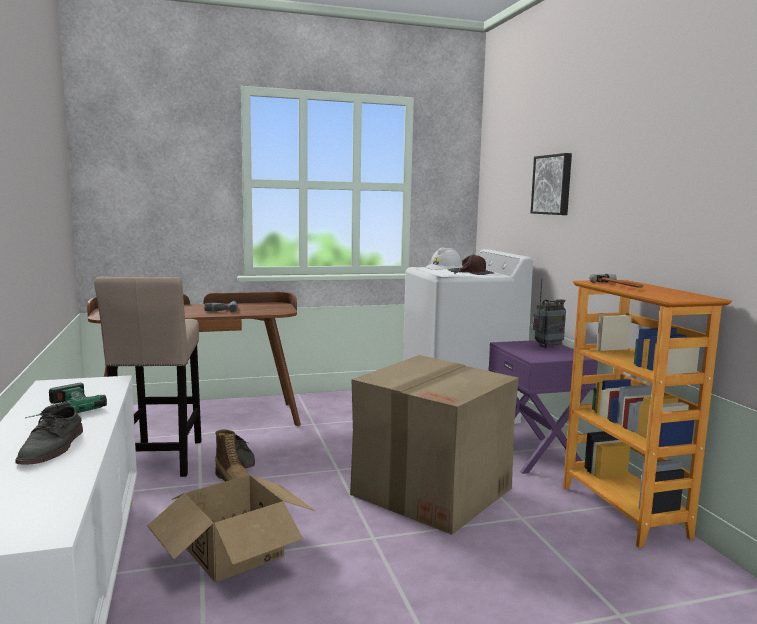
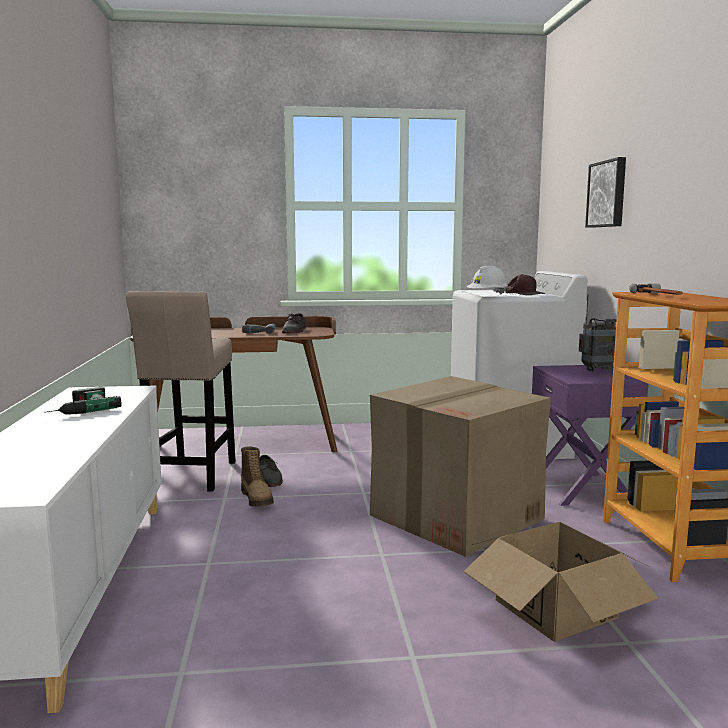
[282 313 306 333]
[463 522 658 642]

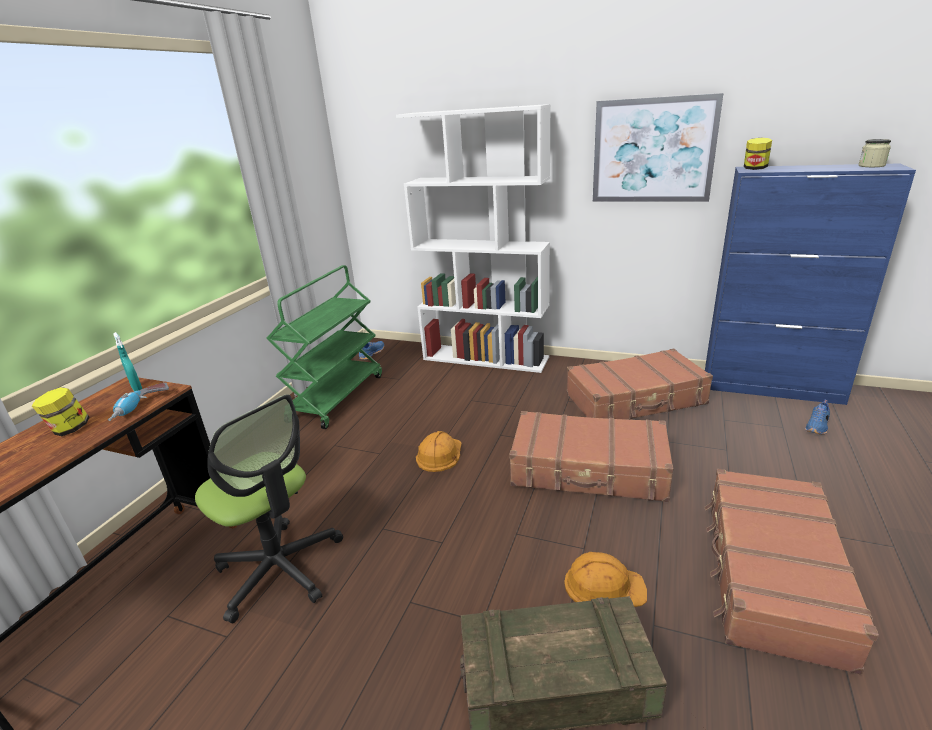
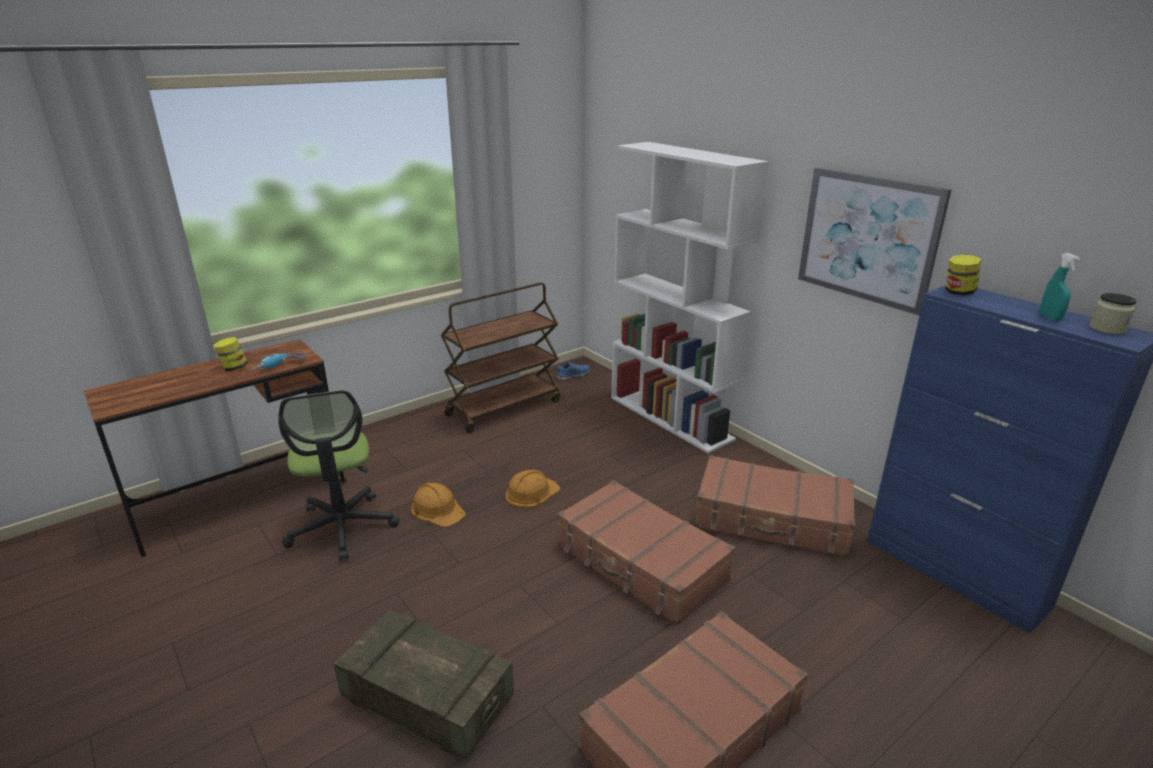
[441 283 560 433]
[1040 253 1080 321]
[805 400 830 435] (first image)
[411 483 466 527]

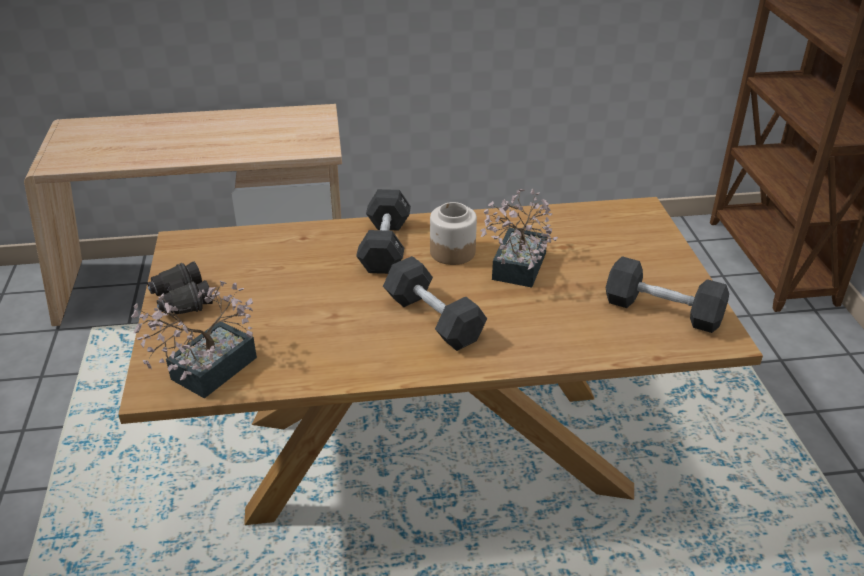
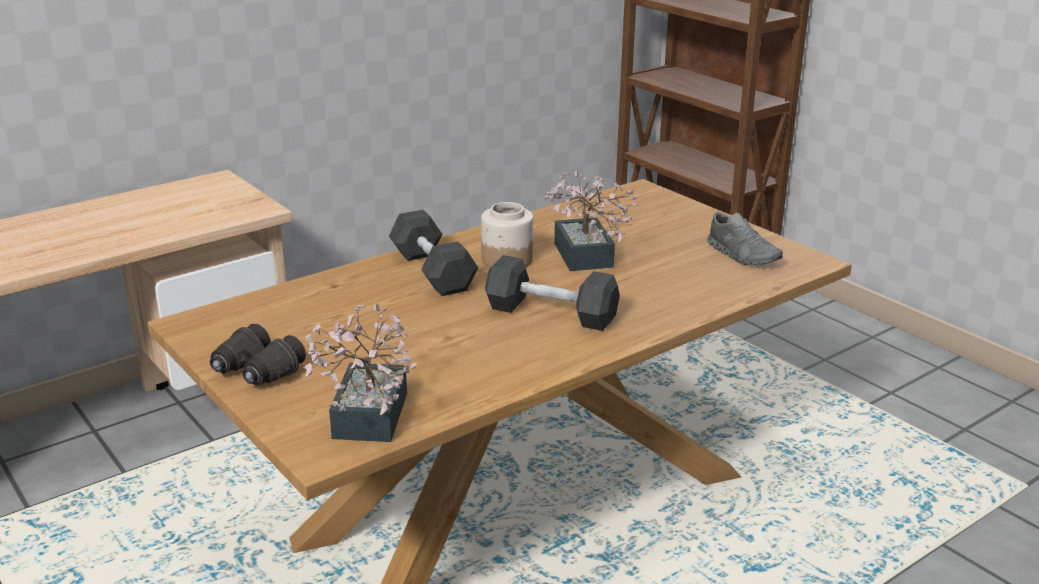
[707 212 783 266]

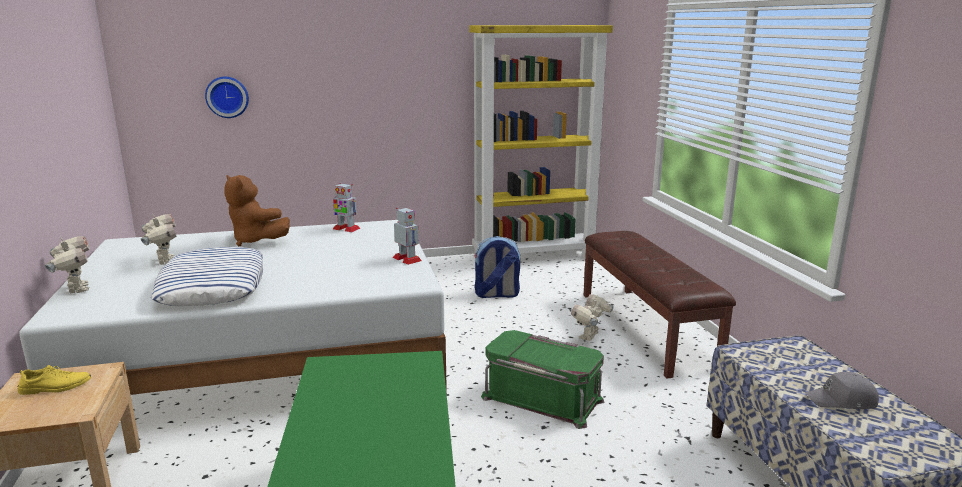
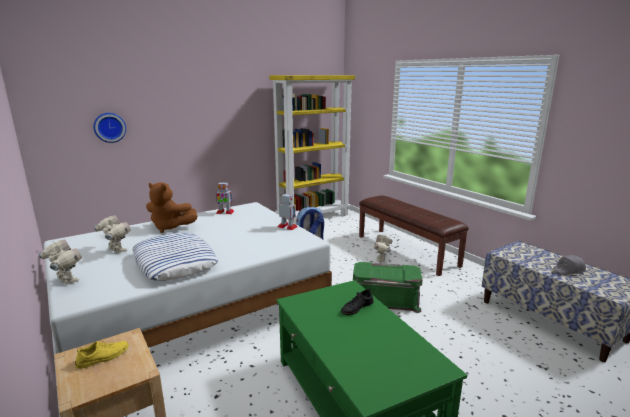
[341 289 374 315]

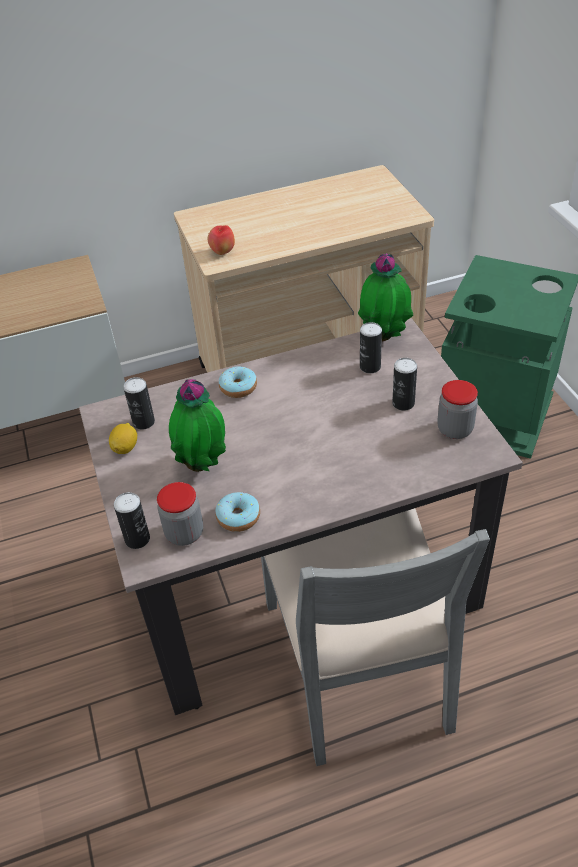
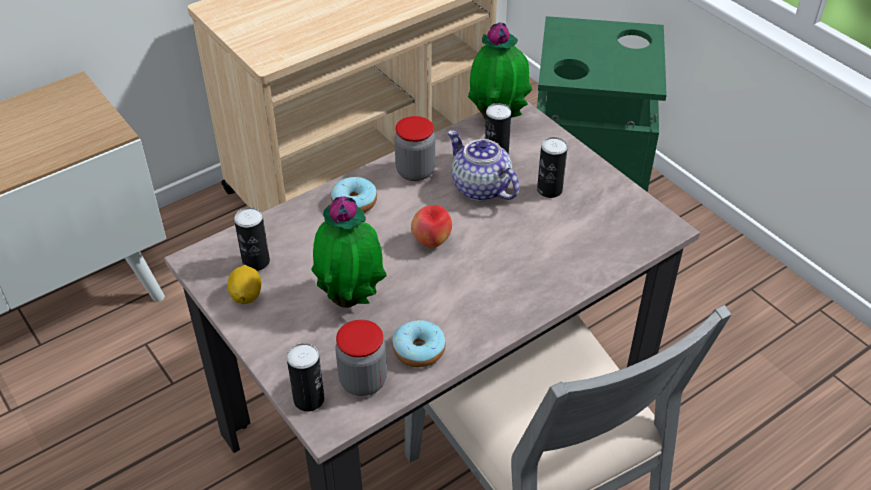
[411 205 452 249]
[395 116 435 181]
[448 130 519 201]

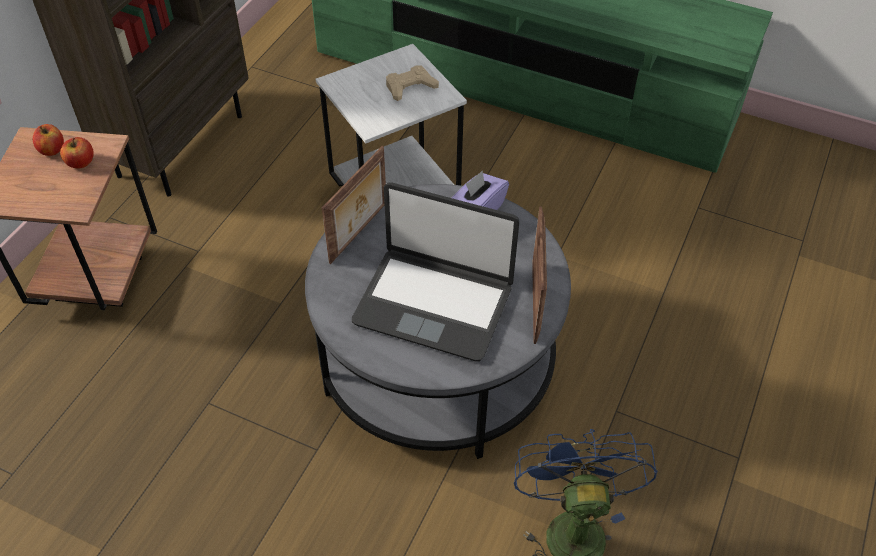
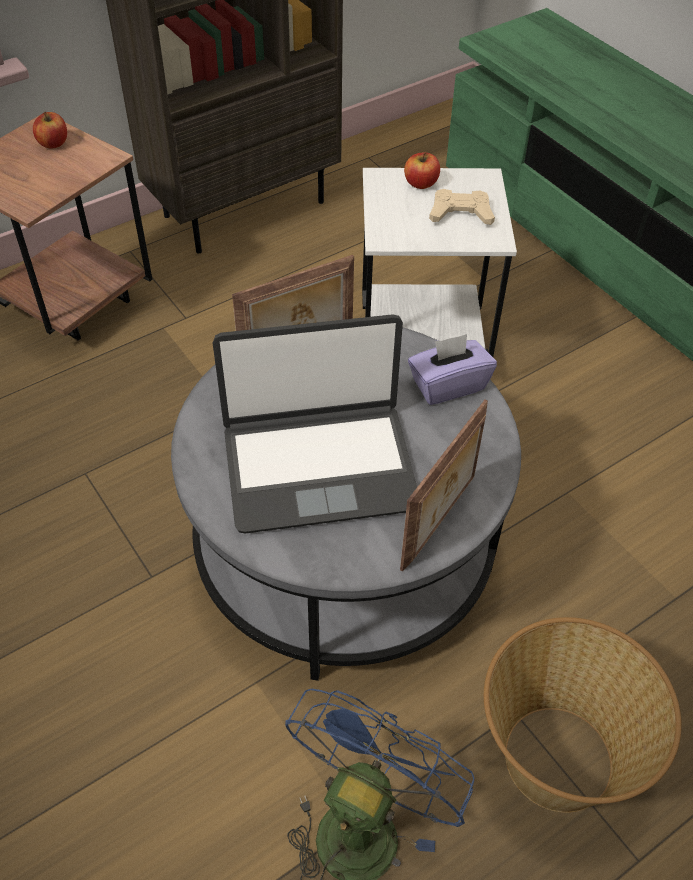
[404 152 440 189]
[213 314 417 534]
[484 617 681 813]

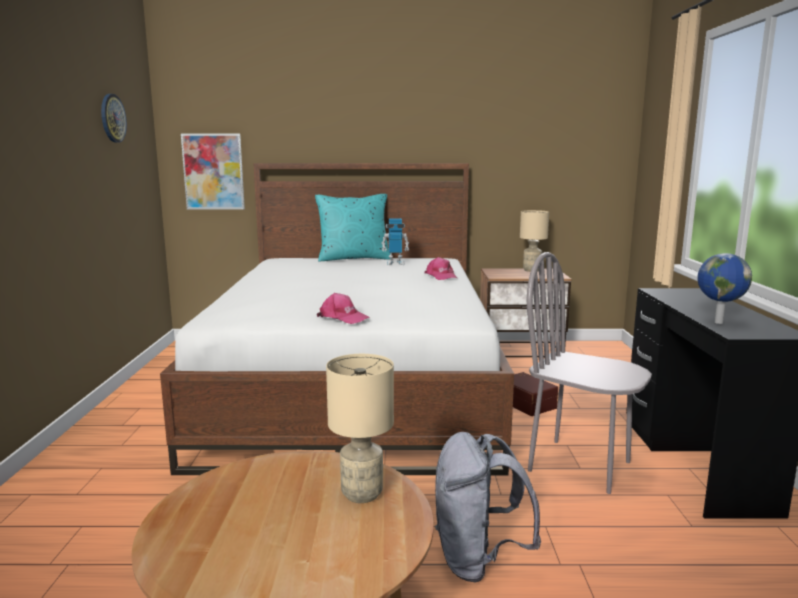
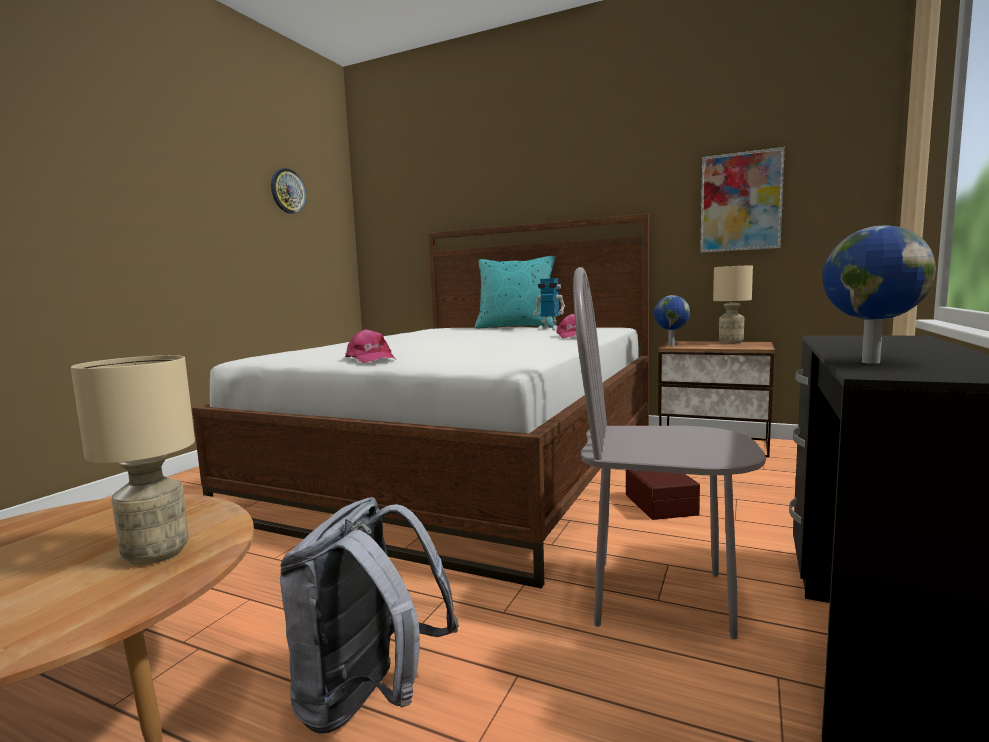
[700 147 785 253]
[573 267 766 639]
[654 295 690 347]

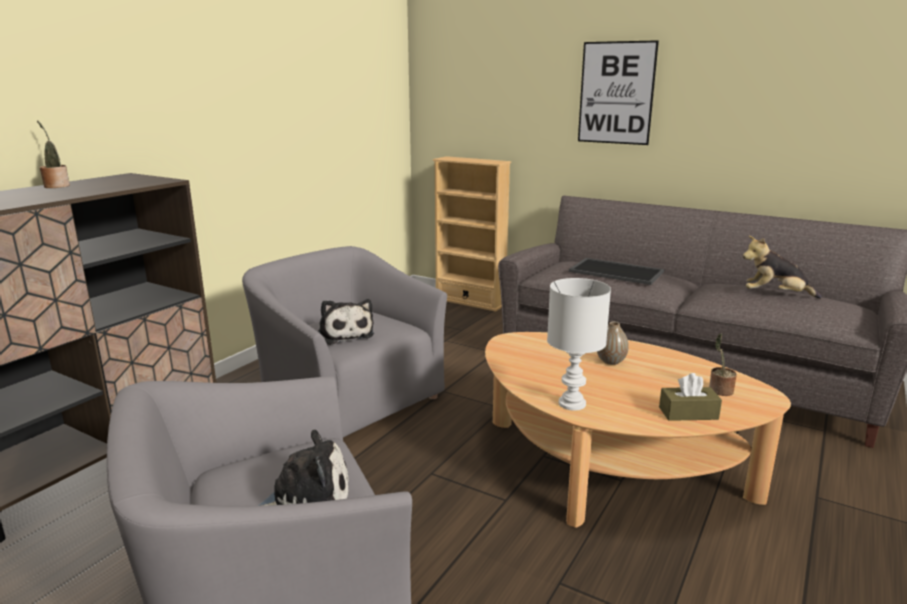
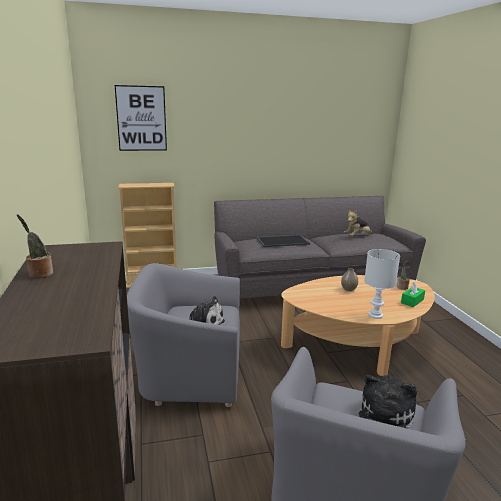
[115 85 167 151]
[401 282 425 307]

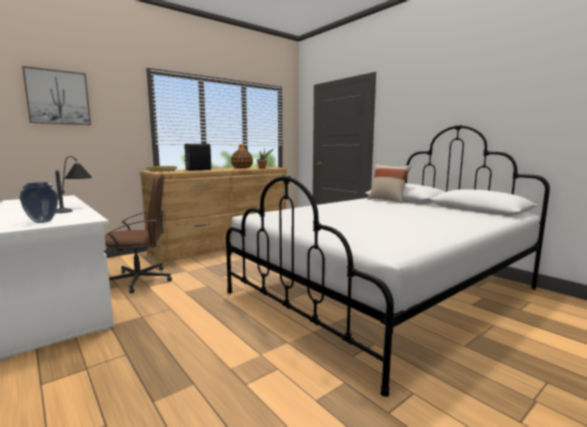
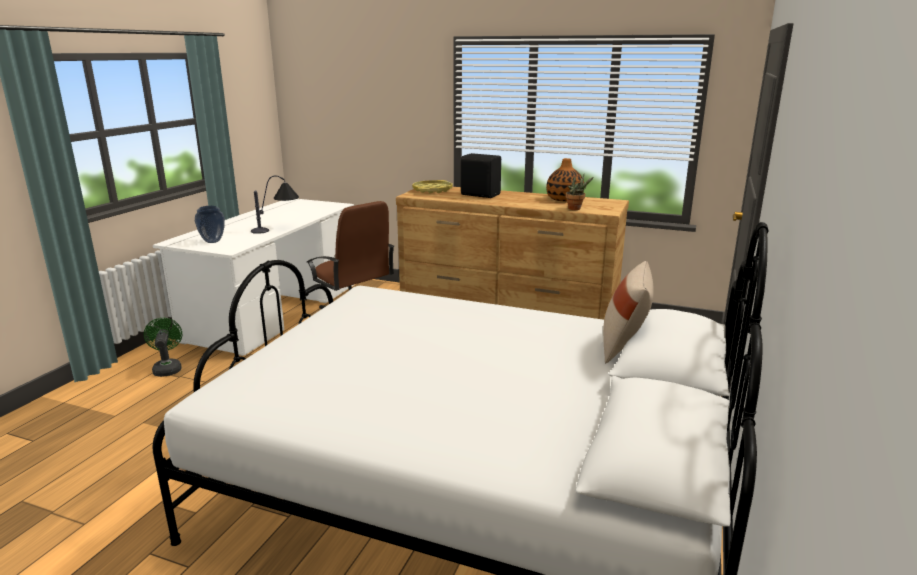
[22 66 91 125] (first image)
[144 318 182 377]

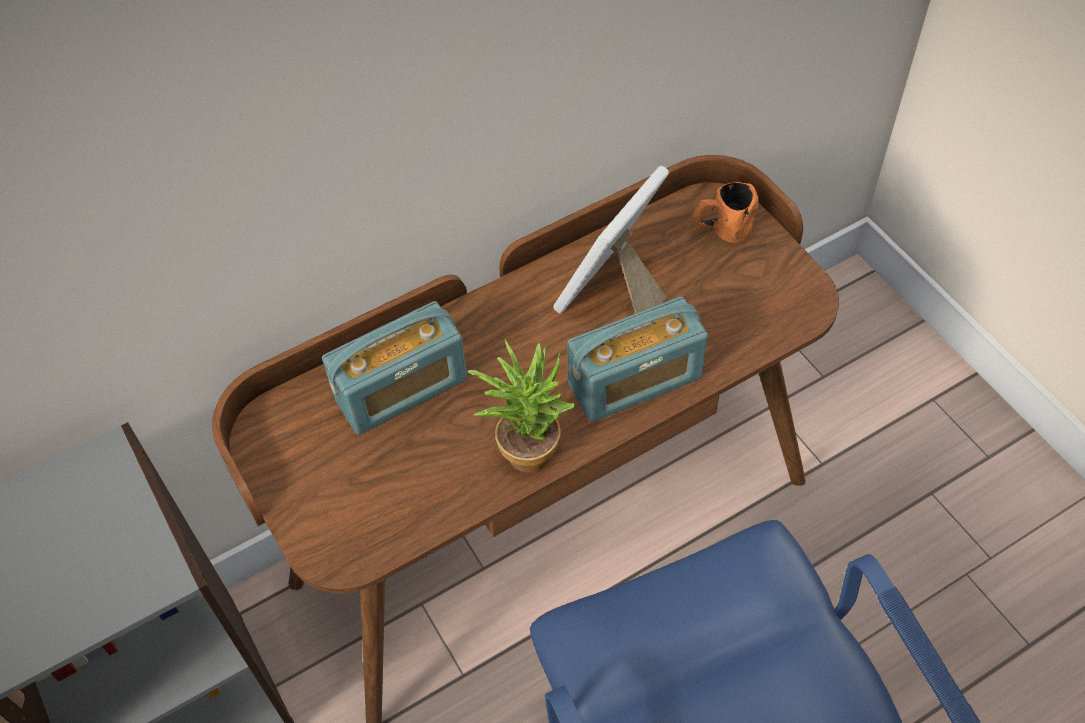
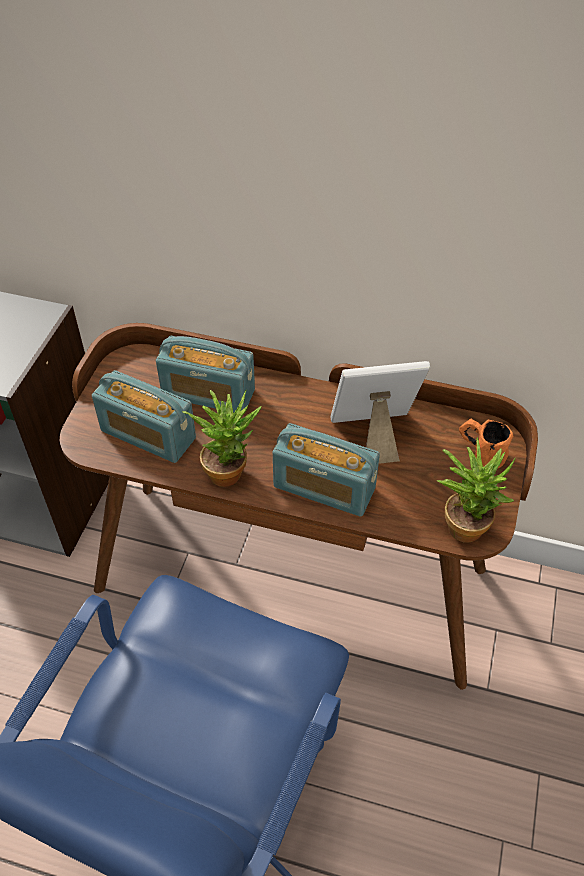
[92 370 196 463]
[437 437 516 543]

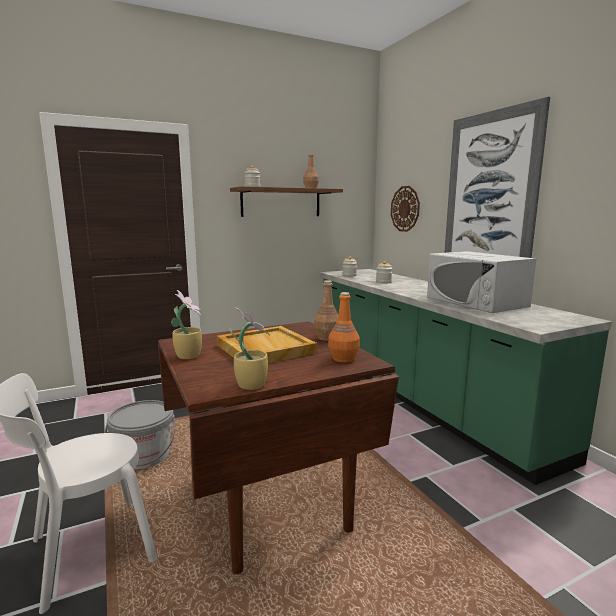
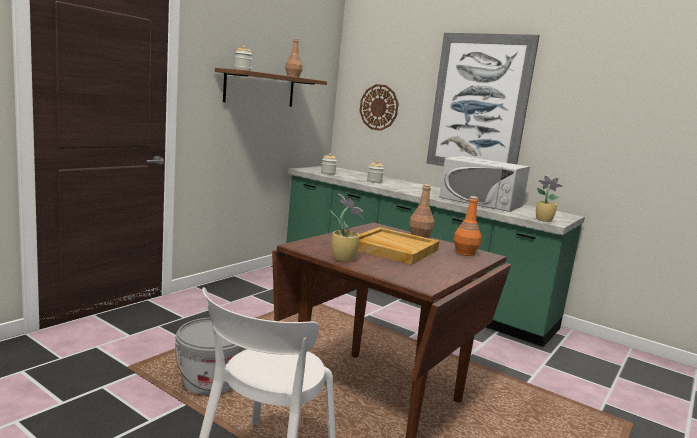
[536 175 563 222]

